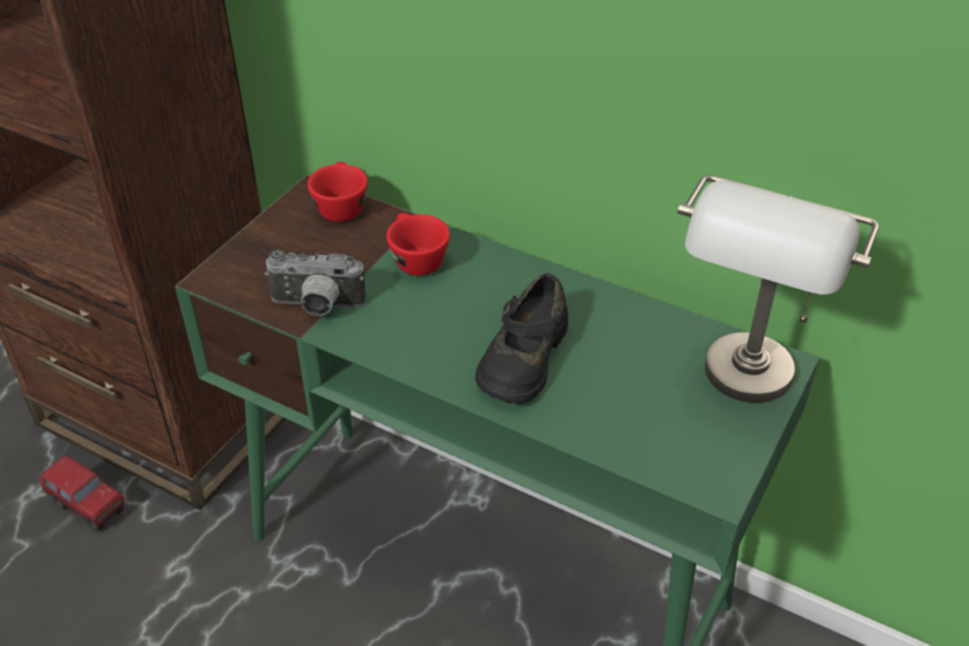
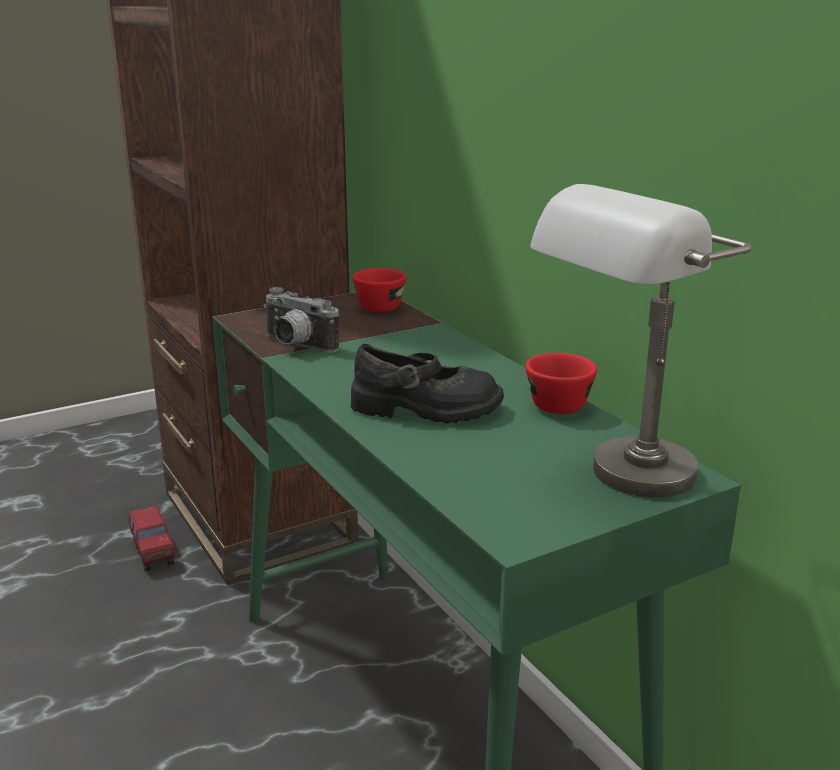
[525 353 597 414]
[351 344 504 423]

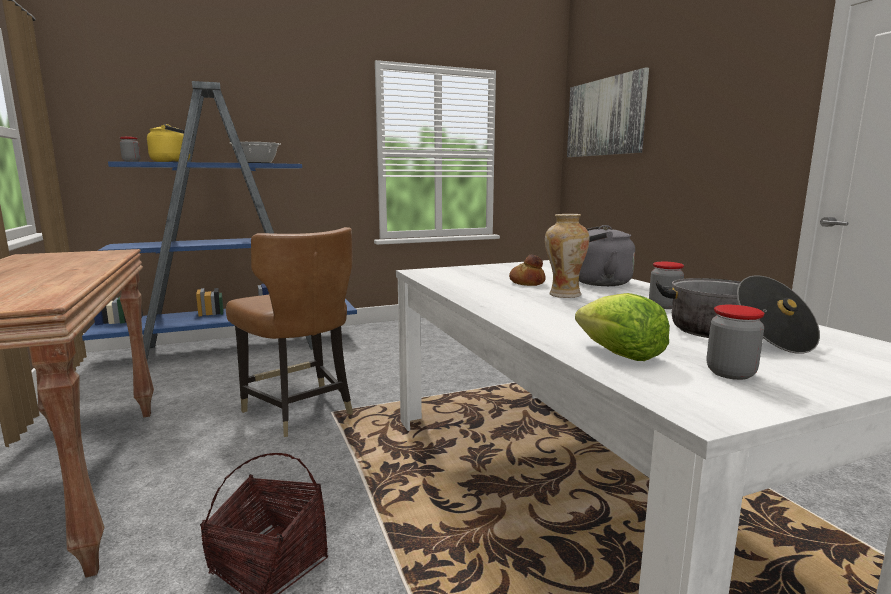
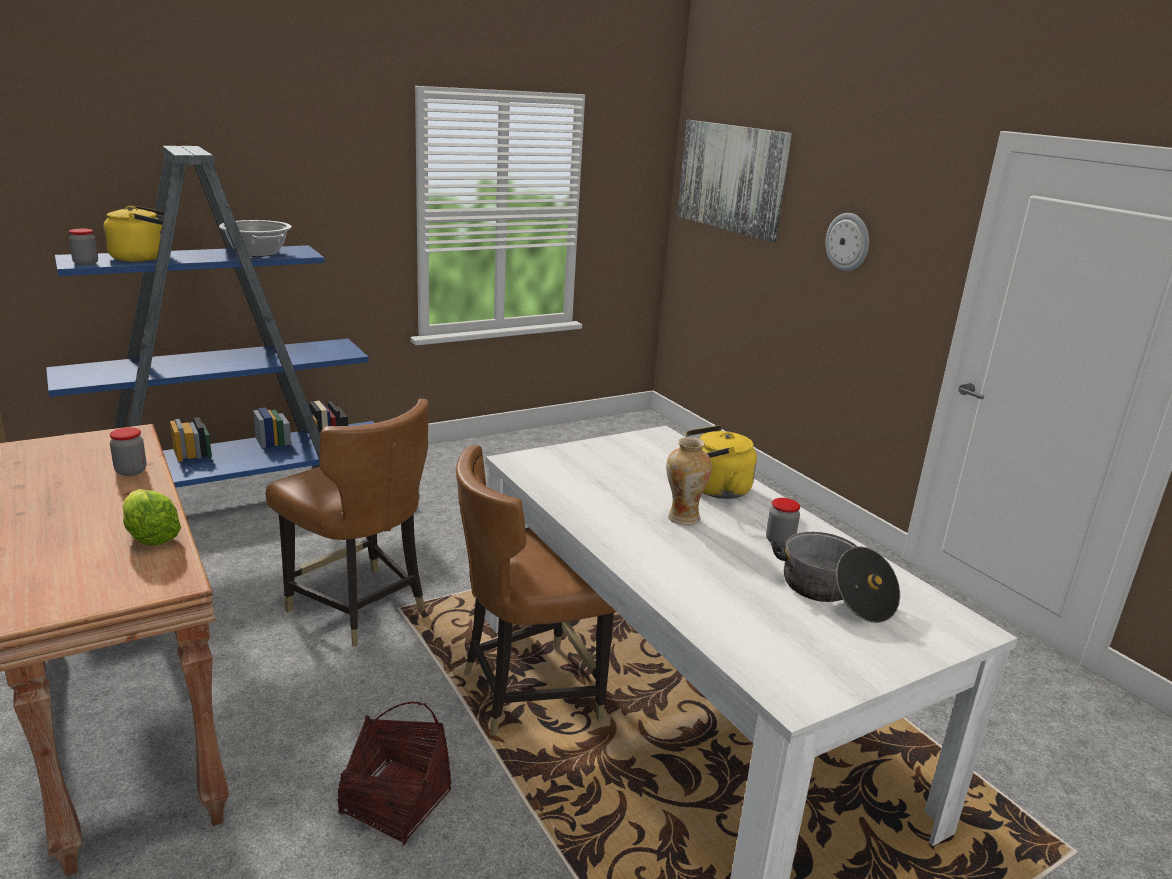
[686 425 757 499]
[509 255 545 286] (first image)
[122 489 181 546]
[109 427 146 476]
[825 213 869 271]
[456 445 616 736]

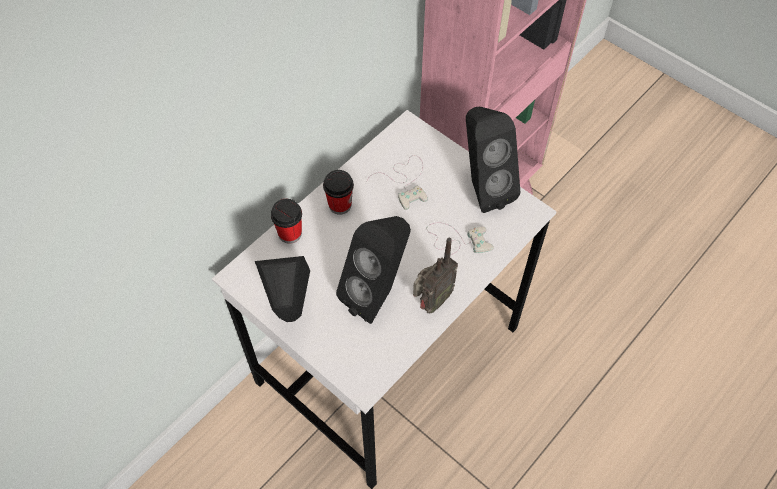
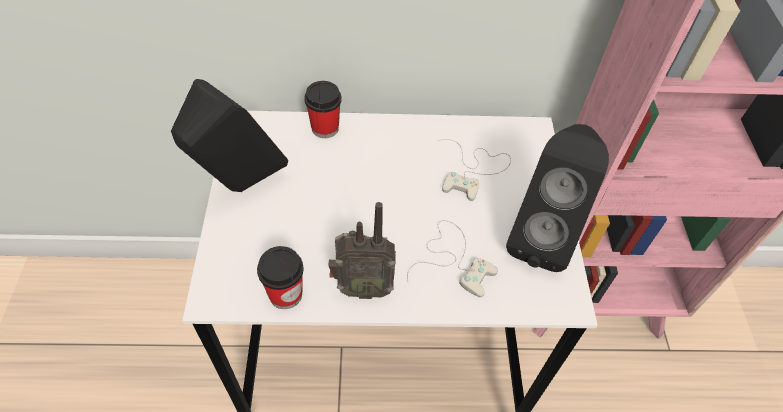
[257 246 304 309]
[336 216 411 324] (first image)

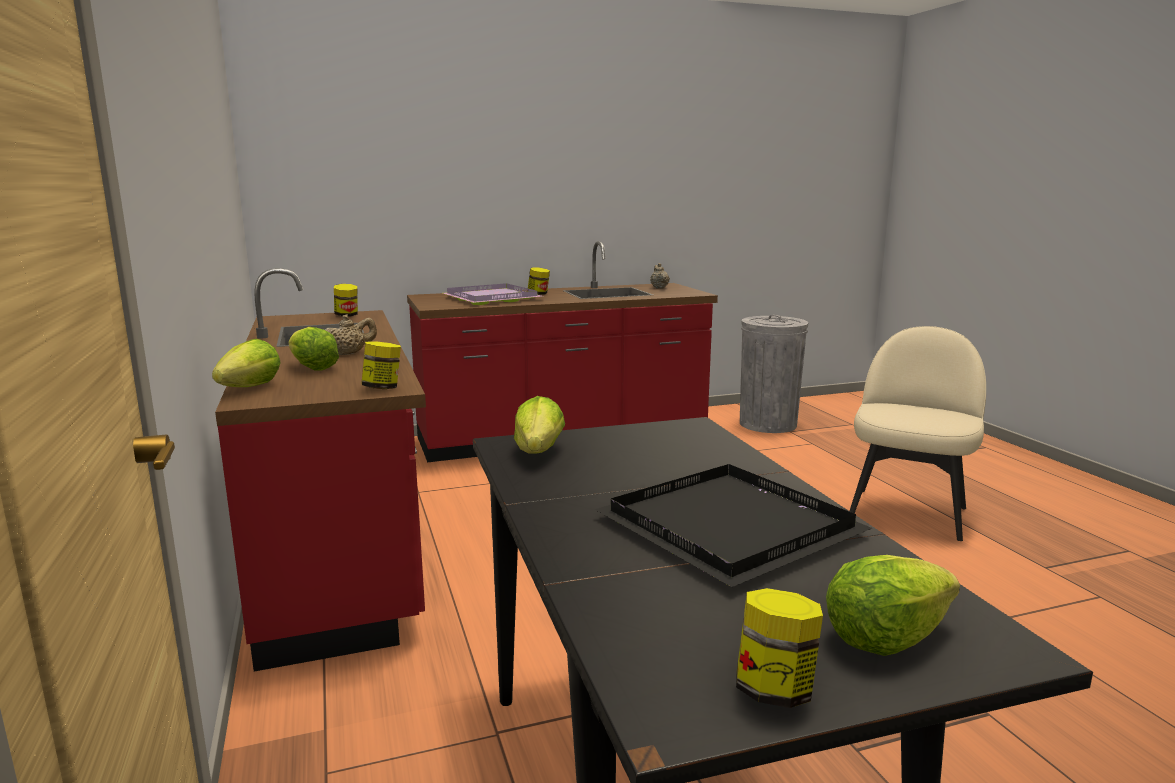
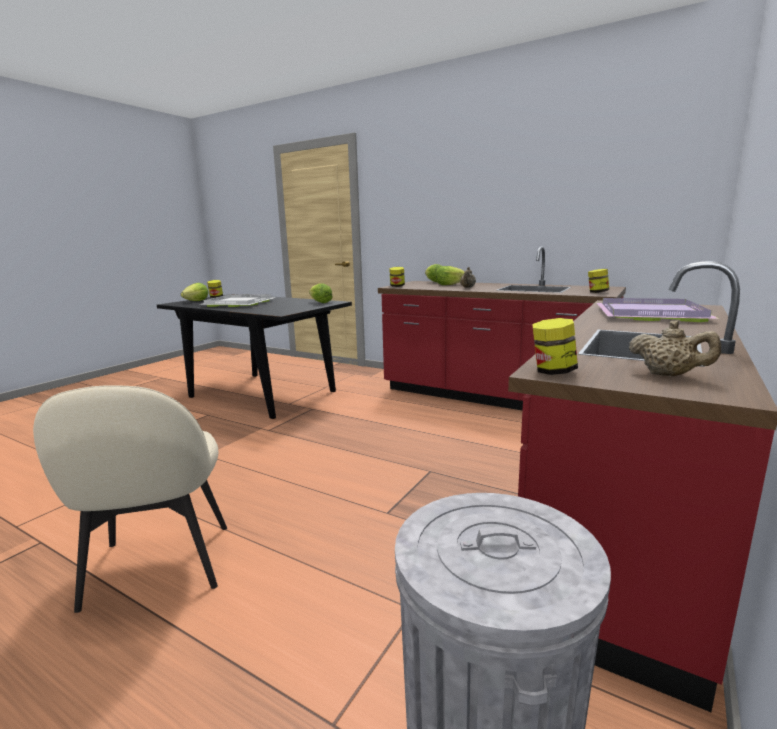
[532 318 578 375]
[199 294 273 307]

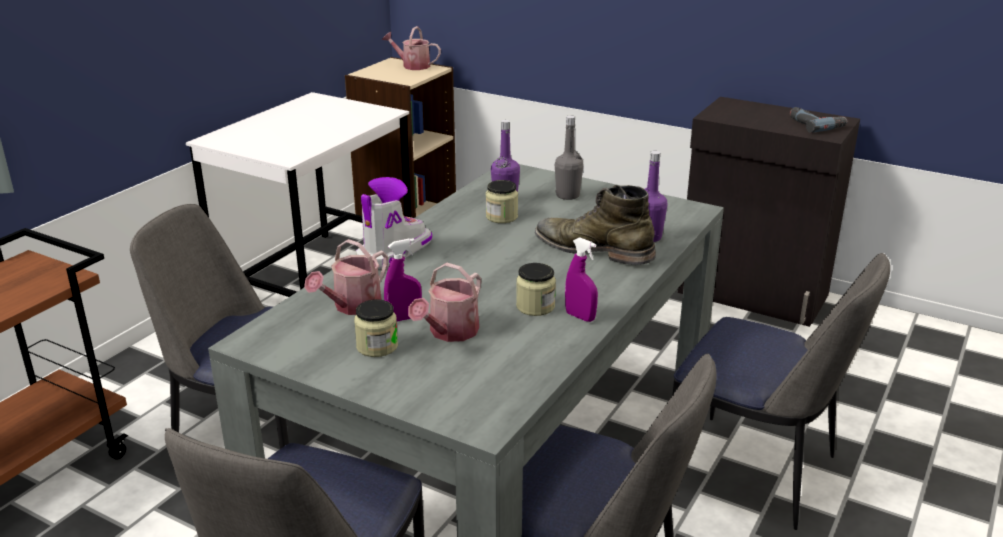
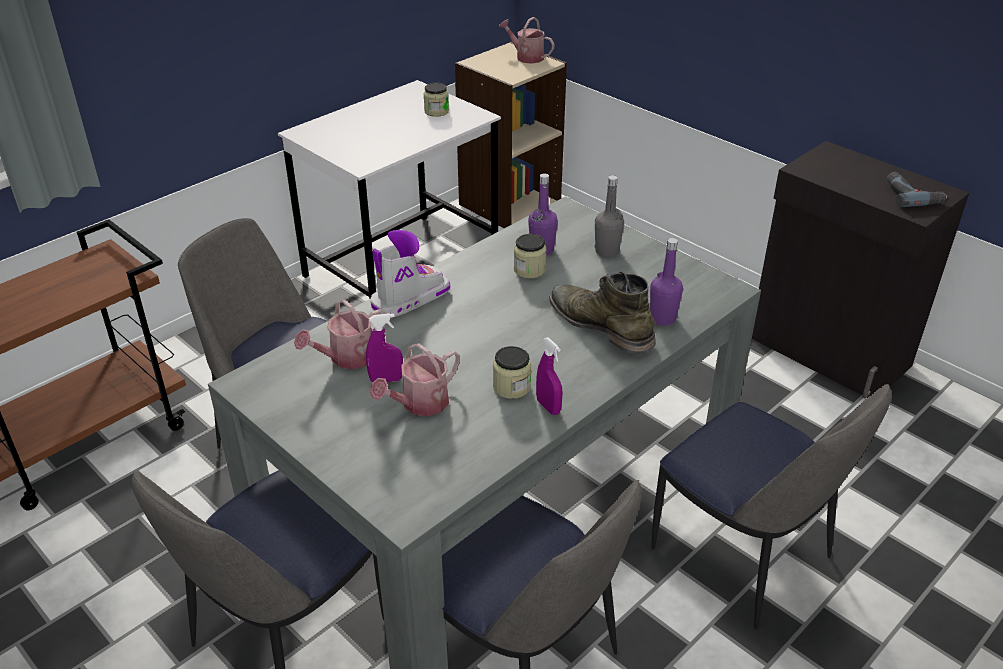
[423 83 449 117]

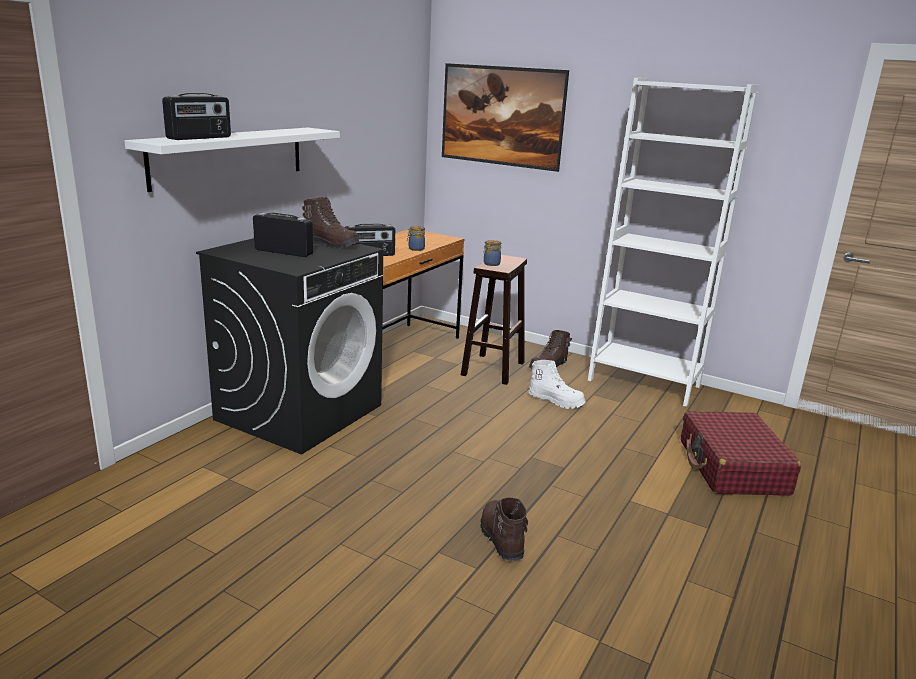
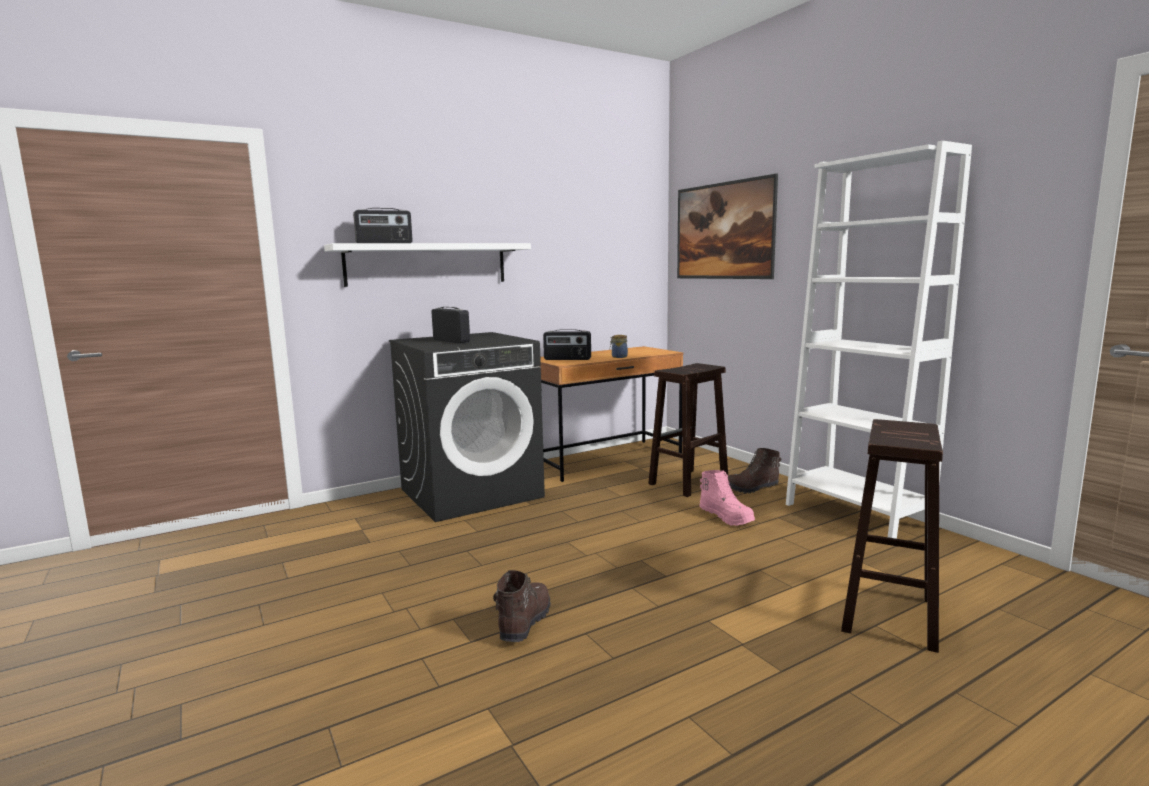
[302 197 360 249] (first image)
[483 240 501 266] (first image)
[699 470 755 526]
[841 419 943 653]

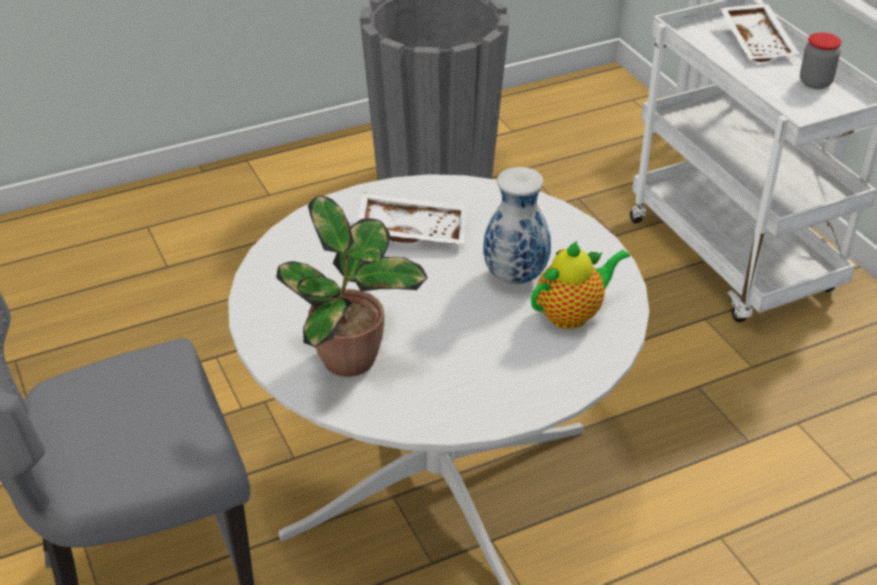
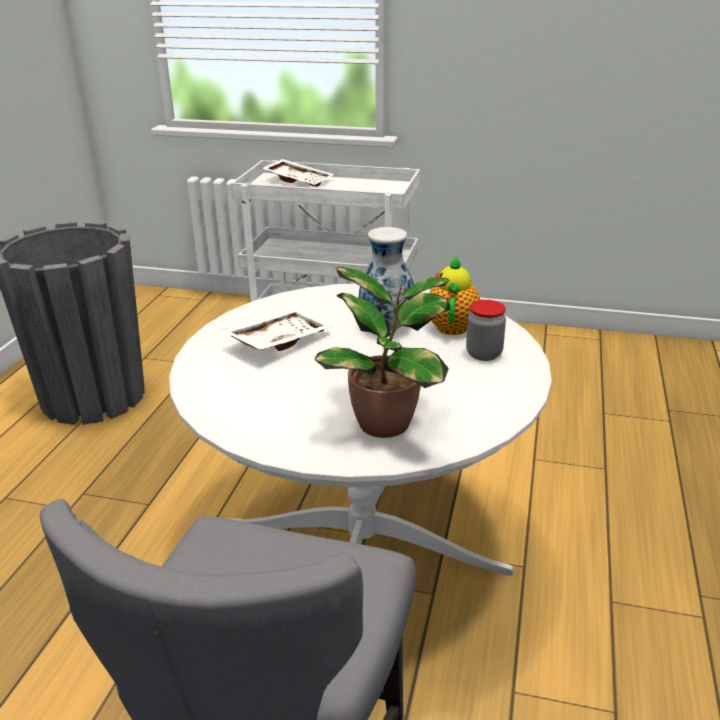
[466 300 506 361]

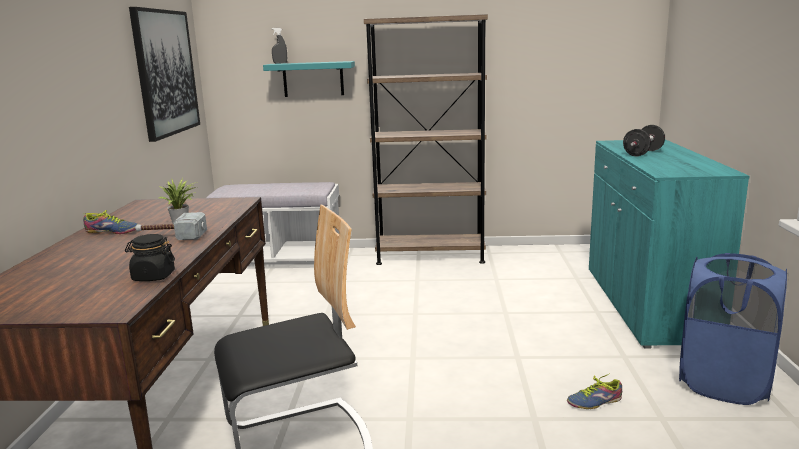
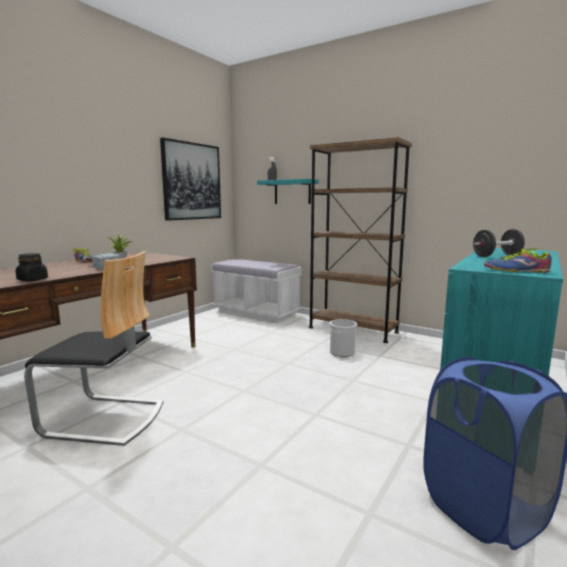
[484 248 552 273]
[329 319 357 357]

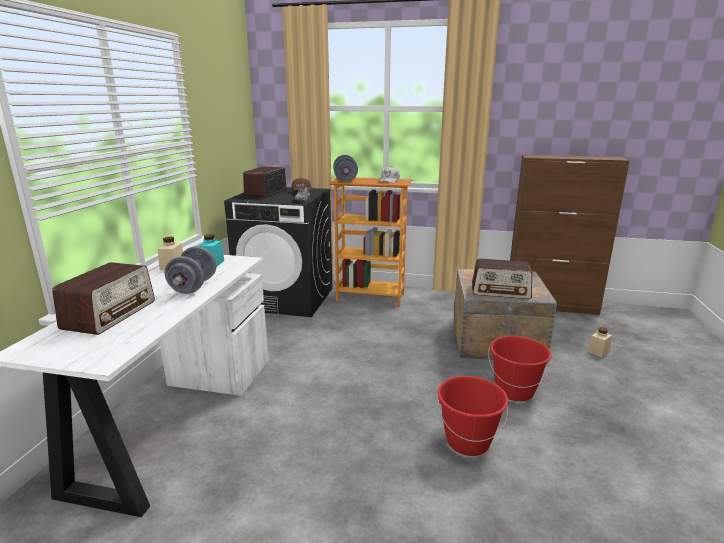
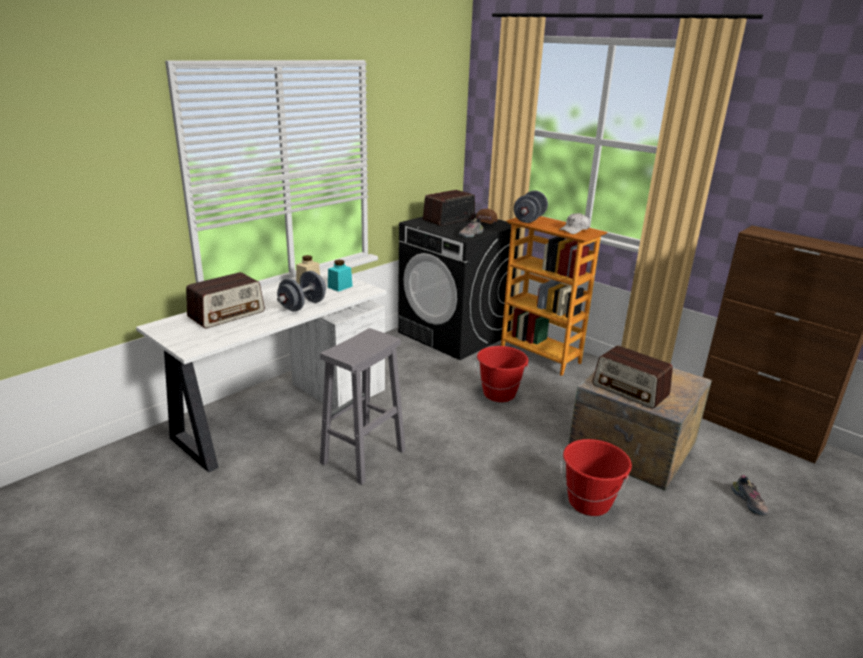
[731 475 769 515]
[475 346 528 402]
[320 328 406 485]

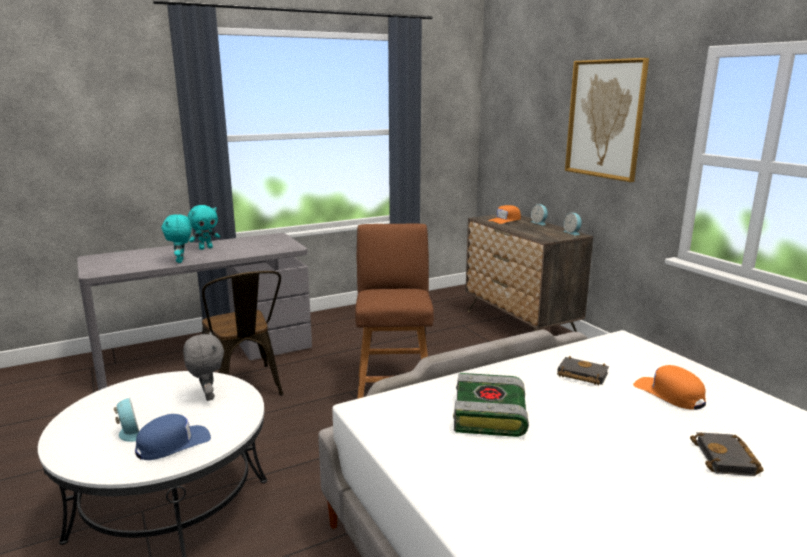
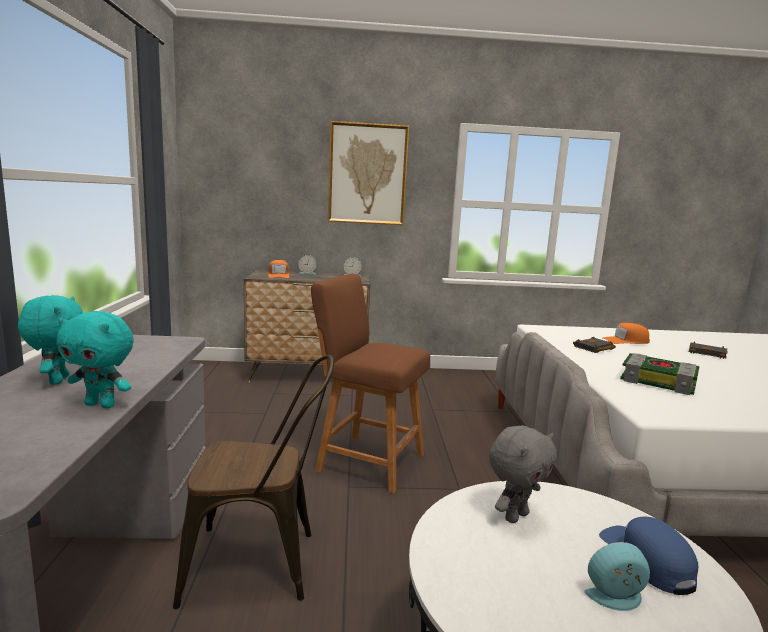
[489 425 557 523]

